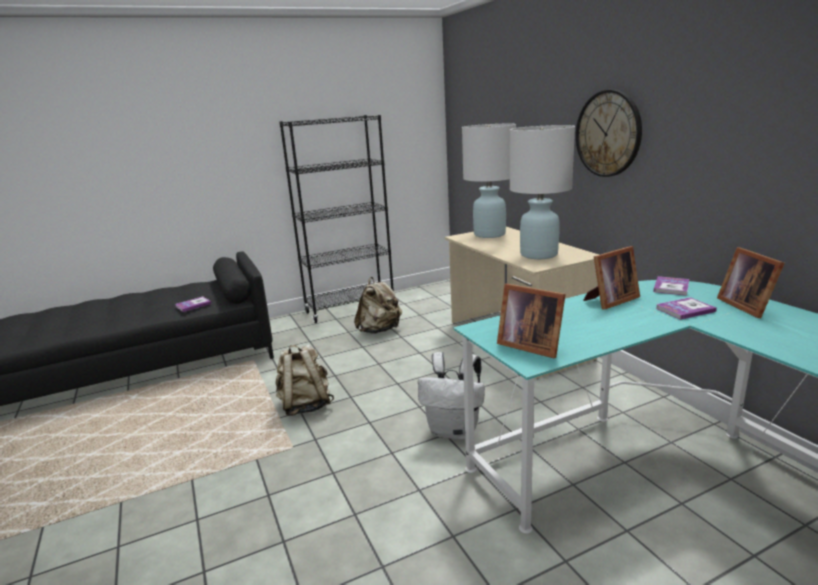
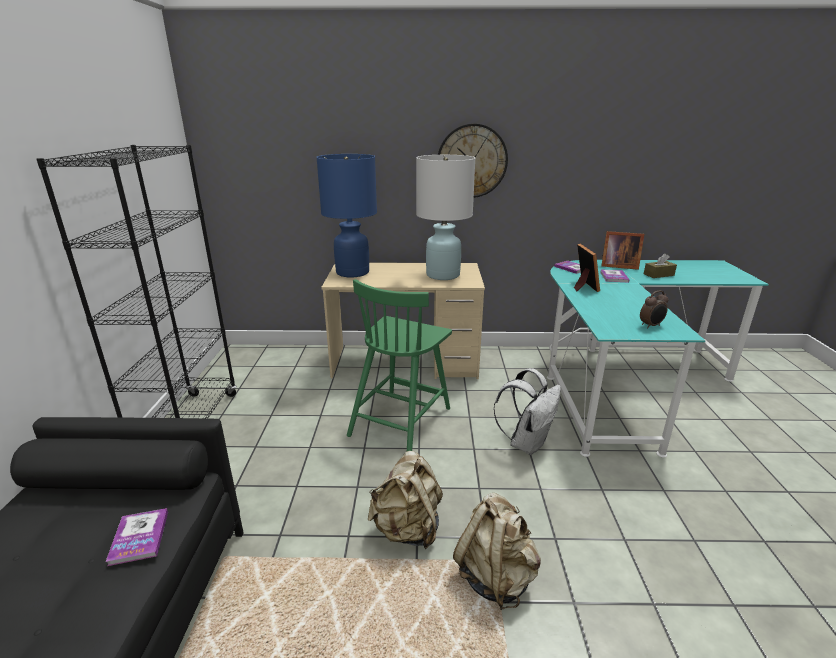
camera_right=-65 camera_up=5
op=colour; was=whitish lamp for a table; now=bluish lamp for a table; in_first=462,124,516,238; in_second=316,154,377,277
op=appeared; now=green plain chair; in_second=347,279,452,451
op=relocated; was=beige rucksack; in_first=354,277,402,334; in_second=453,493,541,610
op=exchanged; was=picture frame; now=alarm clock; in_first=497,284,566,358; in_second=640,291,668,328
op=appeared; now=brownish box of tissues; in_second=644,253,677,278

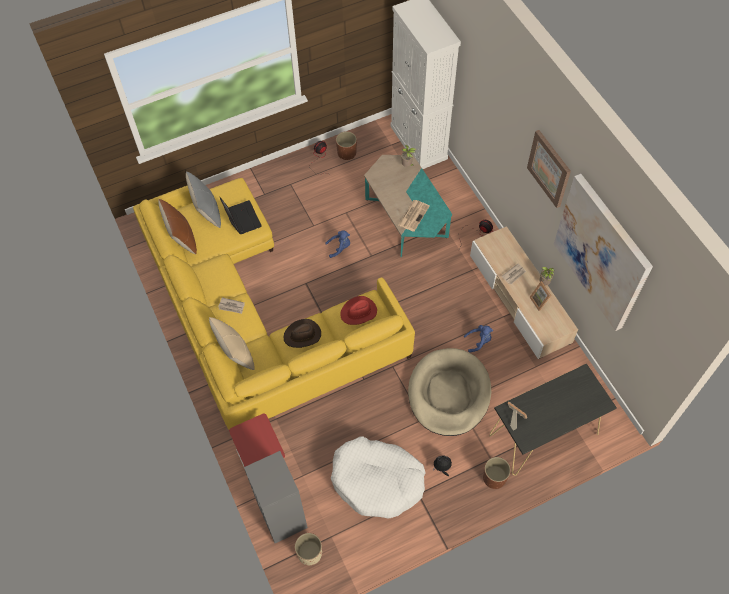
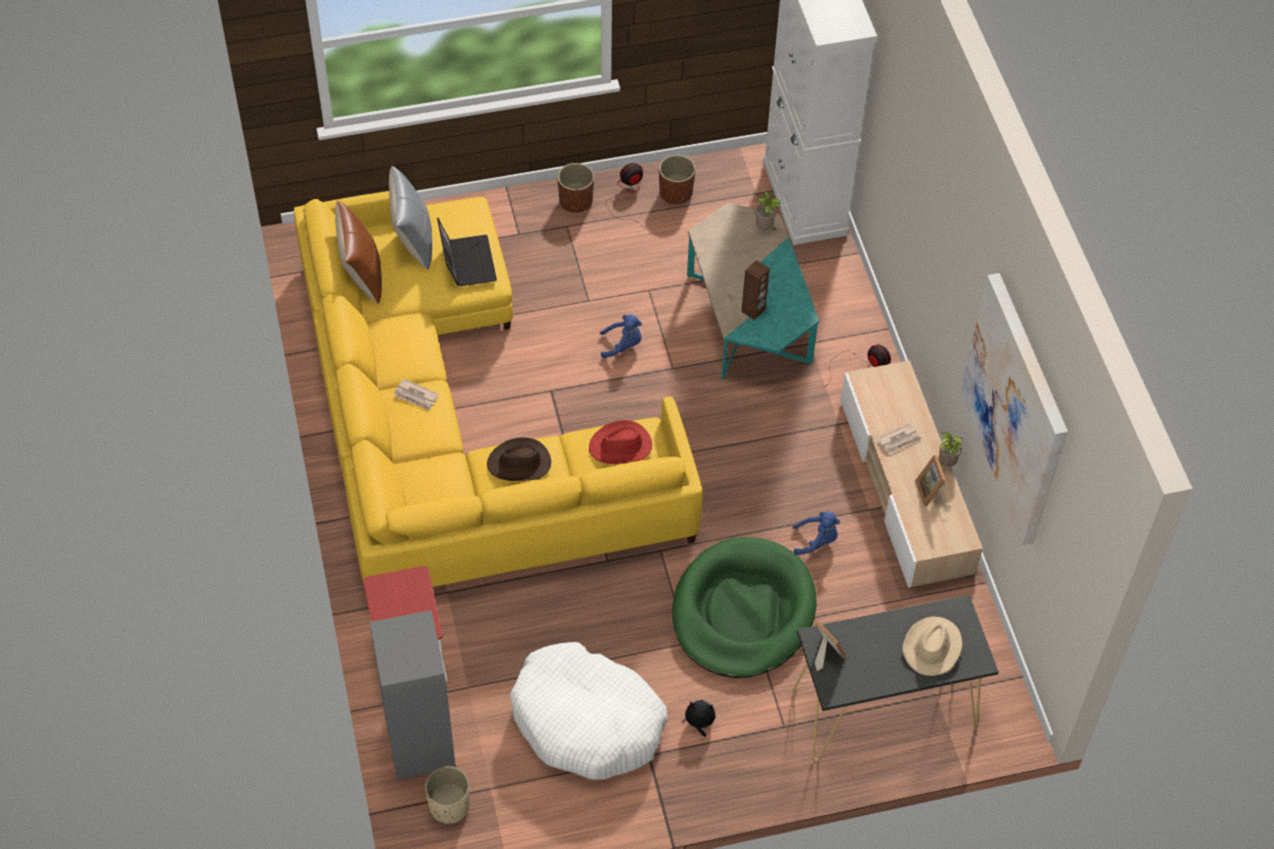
camera_right=10 camera_up=-5
op=relocated; was=brownish flower pot; in_first=483,457,511,489; in_second=557,163,594,213
op=colour; was=beige dog bed; now=green dog bed; in_first=408,348,491,436; in_second=672,537,817,678
op=exchanged; was=newspaper; now=brownish loudspeaker; in_first=398,200,430,232; in_second=741,260,770,320
op=appeared; now=beige clothing hat; in_second=902,616,963,676
op=missing; was=beige cushion; in_first=209,317,254,370
op=missing; was=wall art; in_first=527,130,571,208

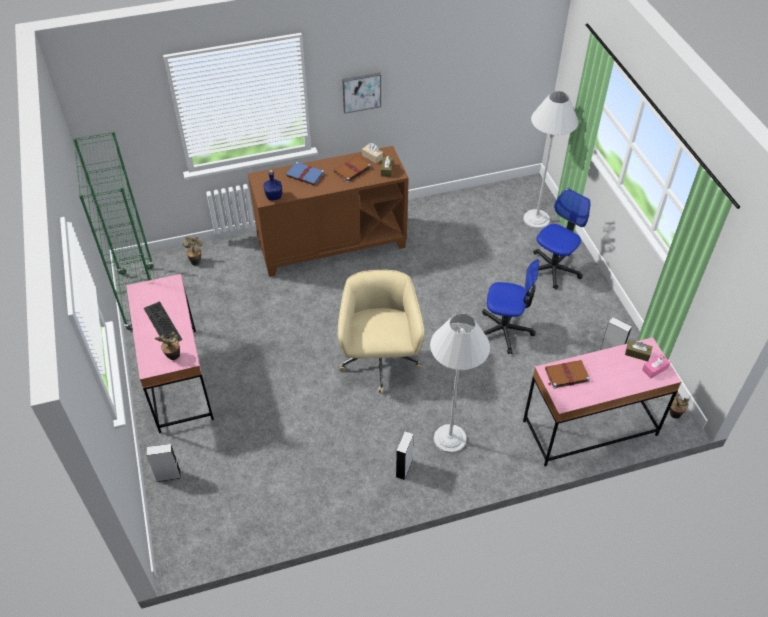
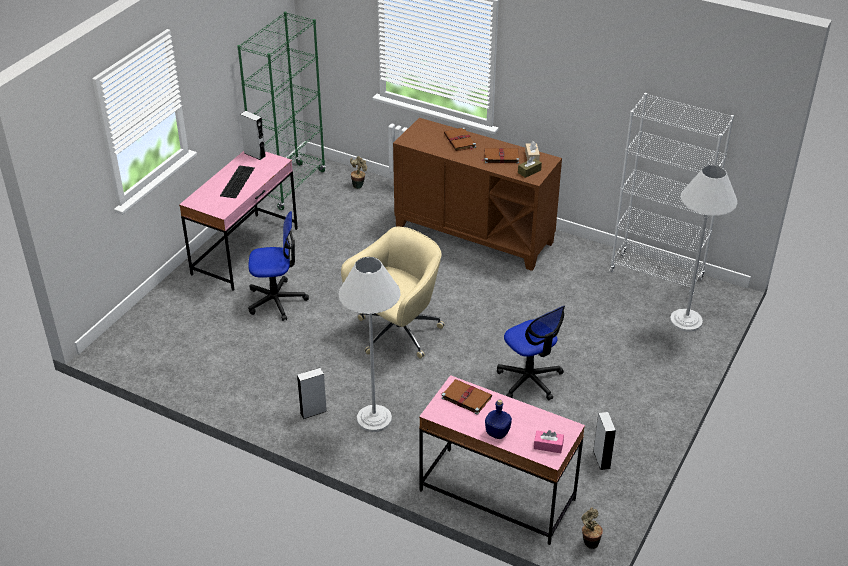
camera_right=45 camera_up=-10
op=relocated; was=greyish loudspeaker; in_first=146,444,181,482; in_second=240,111,266,160
op=relocated; was=desk chair; in_first=533,188,591,289; in_second=248,211,309,321
op=colour; was=bluish volume; now=brownish volume; in_first=286,162,325,185; in_second=444,127,476,151
op=relocated; was=bluish beverage bottle; in_first=263,170,282,201; in_second=485,399,512,439
op=appeared; now=whitish bookshelf; in_second=609,93,734,295
op=missing; was=potted plant; in_first=155,332,180,360
op=missing; was=wall art; in_first=342,73,381,114
op=missing; was=brownish box of tissues; in_first=625,340,653,361

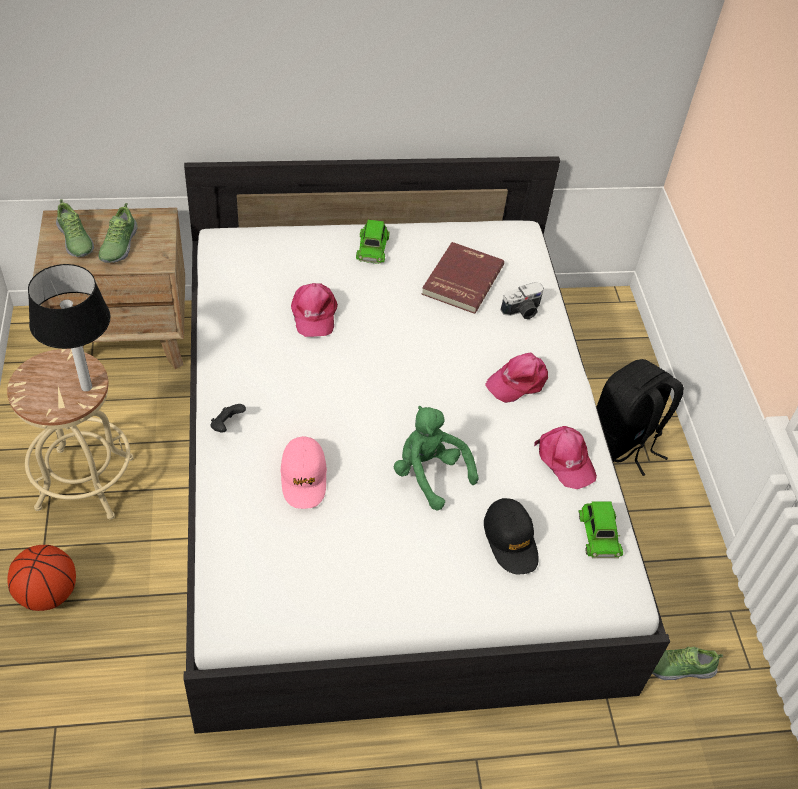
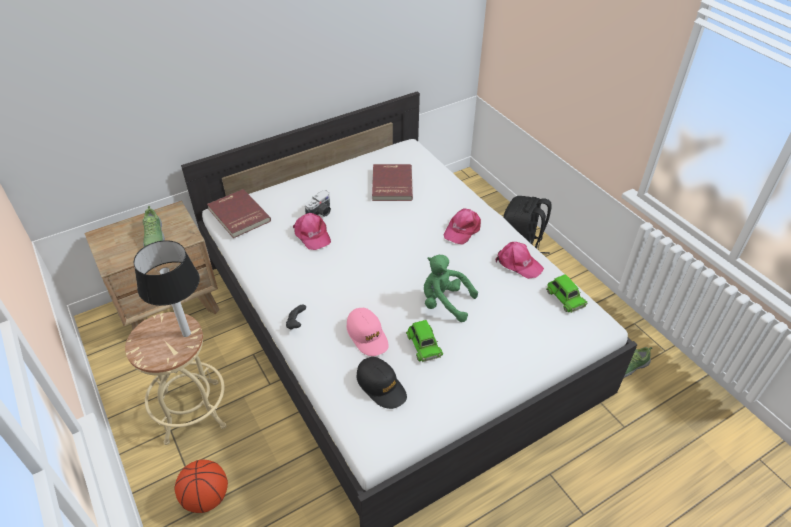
camera_right=-20 camera_up=-5
op=appeared; now=red-coloured volume; in_second=207,189,271,238
op=relocated; was=still camera; in_first=501,282,544,319; in_second=305,190,331,217
op=relocated; was=blackish baseball cap; in_first=484,498,539,574; in_second=357,357,407,409
op=relocated; was=green miniature car; in_first=356,220,389,264; in_second=406,320,443,362
op=missing; was=low shoe; in_first=56,199,94,257

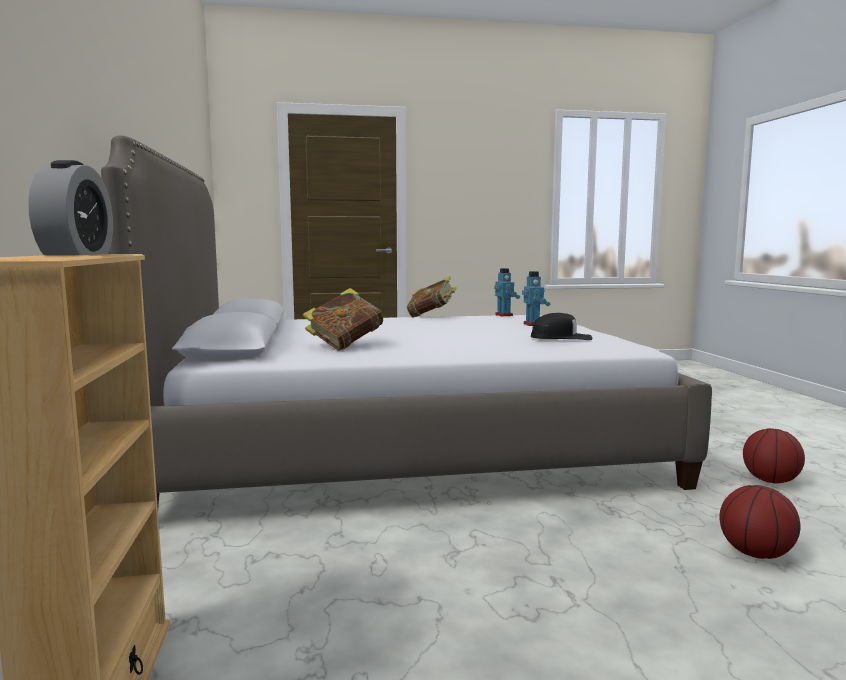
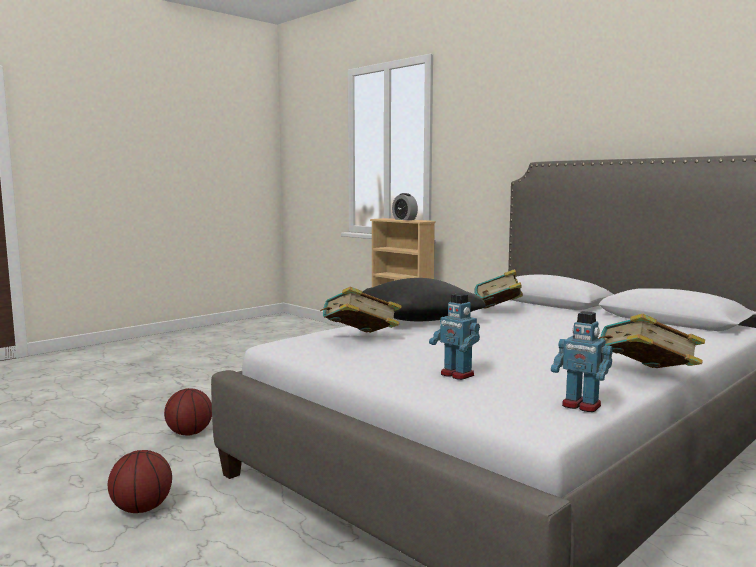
camera_right=145 camera_up=0
op=exchanged; was=blackish baseball cap; now=volume; in_first=531,313,592,340; in_second=320,287,402,333
op=appeared; now=blackish cushion; in_second=362,278,485,321

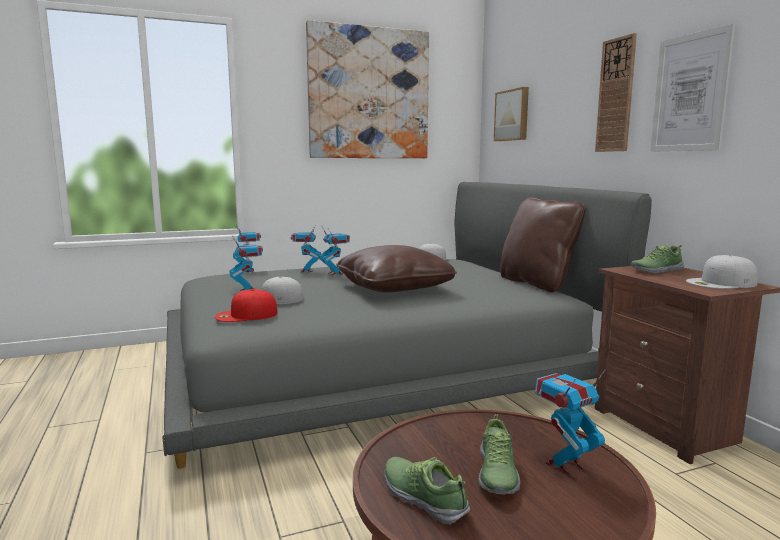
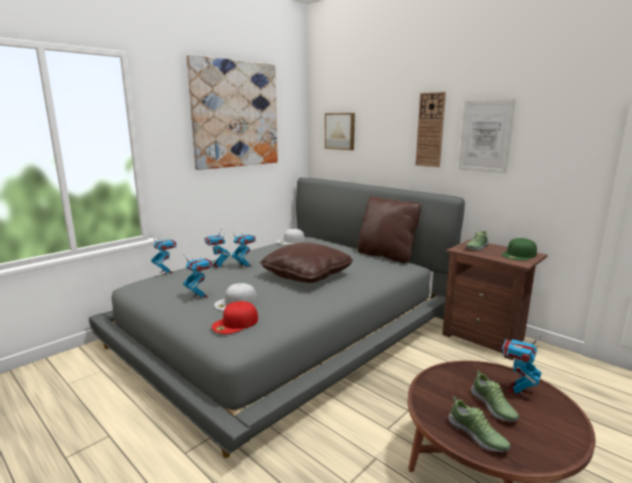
camera_right=-25 camera_up=5
op=spun; was=low shoe; in_first=384,457,470,525; in_second=449,397,510,452; clockwise=-150
op=colour; was=whitish baseball cap; now=green baseball cap; in_first=686,255,758,289; in_second=501,238,537,261

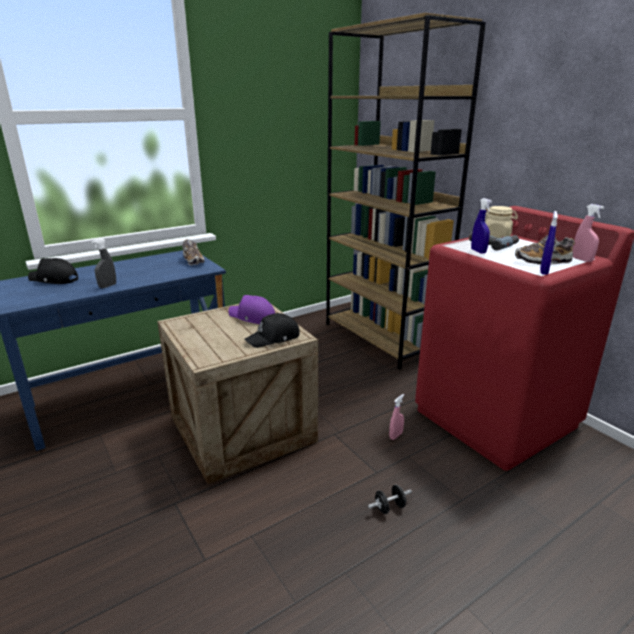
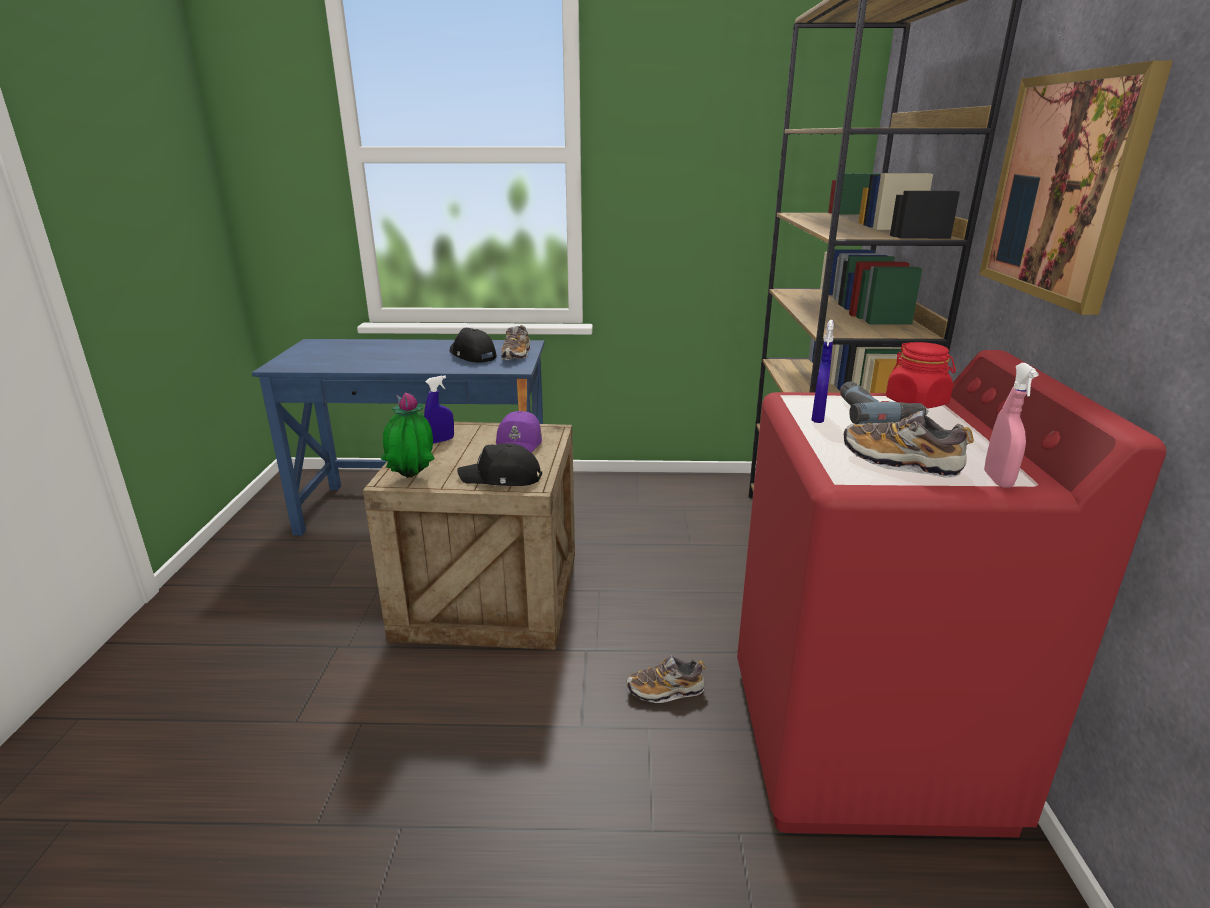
camera_right=35 camera_up=0
op=appeared; now=potted plant; in_second=381,392,435,478
op=relocated; was=bluish hand sprayer; in_first=540,211,558,275; in_second=424,376,454,444
op=relocated; was=blackish baseball cap; in_first=28,258,78,284; in_second=450,328,497,363
op=spun; was=purple baseball cap; in_first=228,295,275,324; in_second=496,411,542,453; clockwise=-150
op=exchanged; was=pink hand sprayer; now=low shoe; in_first=389,394,404,440; in_second=626,655,706,703
op=colour; was=beige preserve jar; now=red-coloured preserve jar; in_first=485,206,518,238; in_second=886,342,956,409
op=appeared; now=wall art; in_second=979,60,1173,315
op=missing; was=greyish hand sprayer; in_first=91,238,116,289
op=missing; was=blackish dumbbell; in_first=368,485,412,514

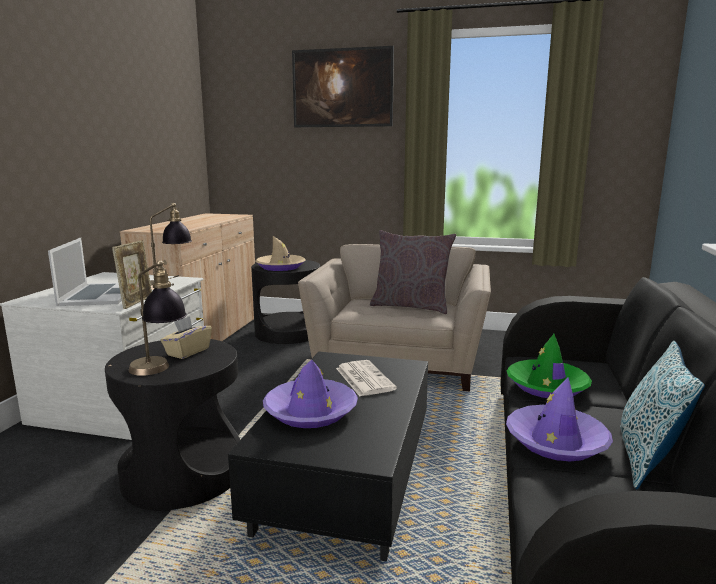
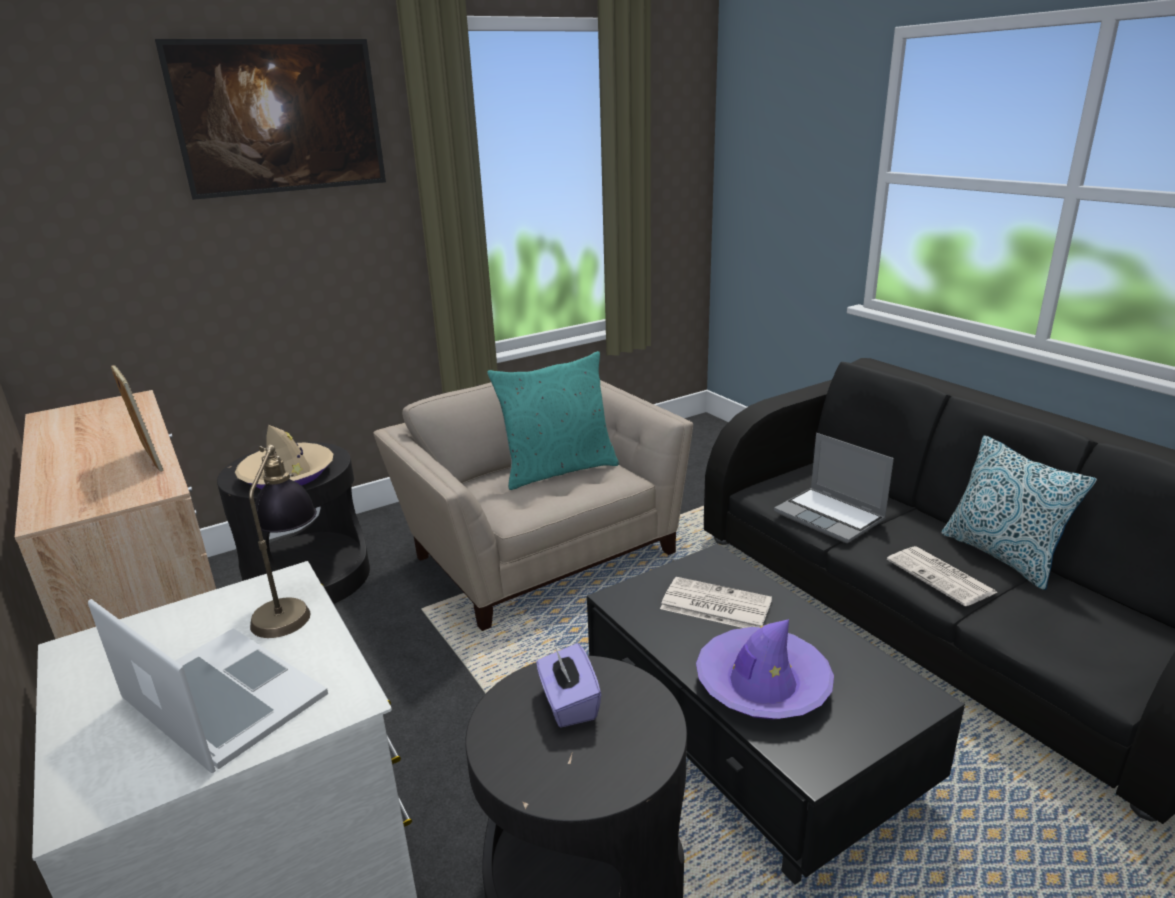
camera_right=-45 camera_up=10
op=relocated; was=picture frame; in_first=112,240,152,309; in_second=111,365,164,472
op=colour; was=greyish cushion; now=turquoise-coloured cushion; in_first=370,230,456,314; in_second=487,351,619,490
op=colour; was=beige box of tissues; now=purple box of tissues; in_first=160,316,212,359; in_second=536,643,601,728
op=exchanged; was=green clothing hat; now=portable computer; in_first=507,334,592,398; in_second=774,433,894,543
op=exchanged; was=purple clothing hat; now=newspaper; in_first=506,377,613,462; in_second=887,546,998,606
op=missing; was=lamp for a table; in_first=128,260,187,376

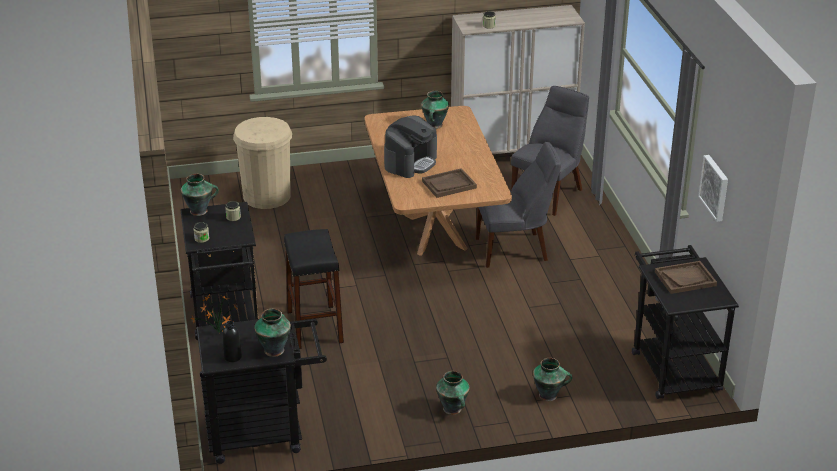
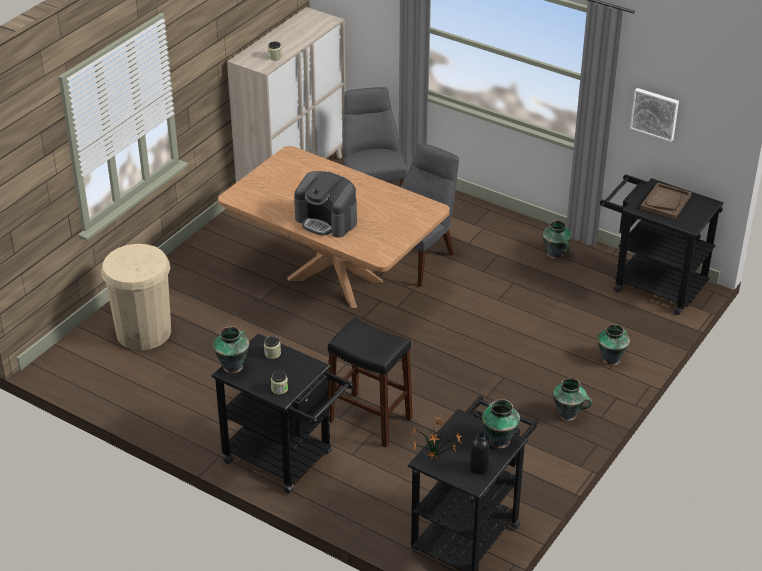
camera_right=-45 camera_up=5
op=spun; was=coffee maker; in_first=384,116,437,178; in_second=294,171,357,238; clockwise=135
op=relocated; was=decorative vase; in_first=421,91,449,129; in_second=542,220,572,259
op=missing; was=brownish carrying tray; in_first=422,168,477,198

